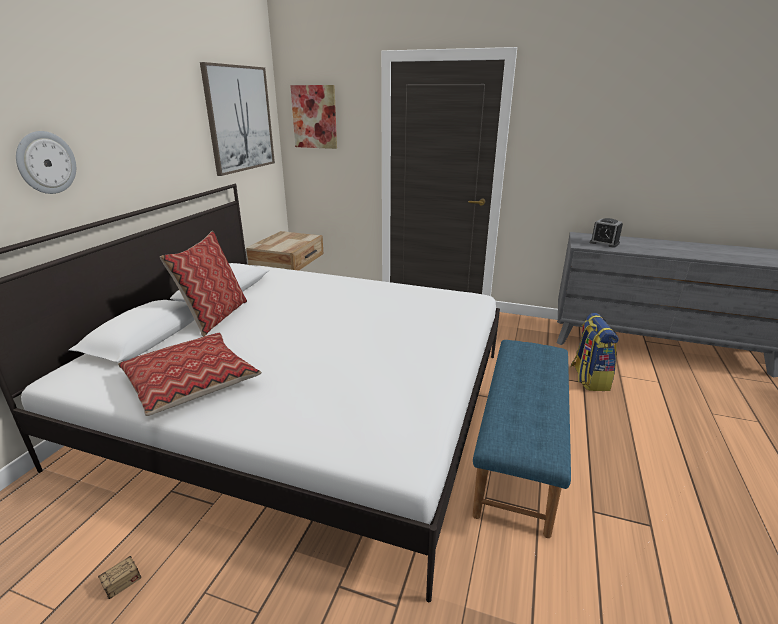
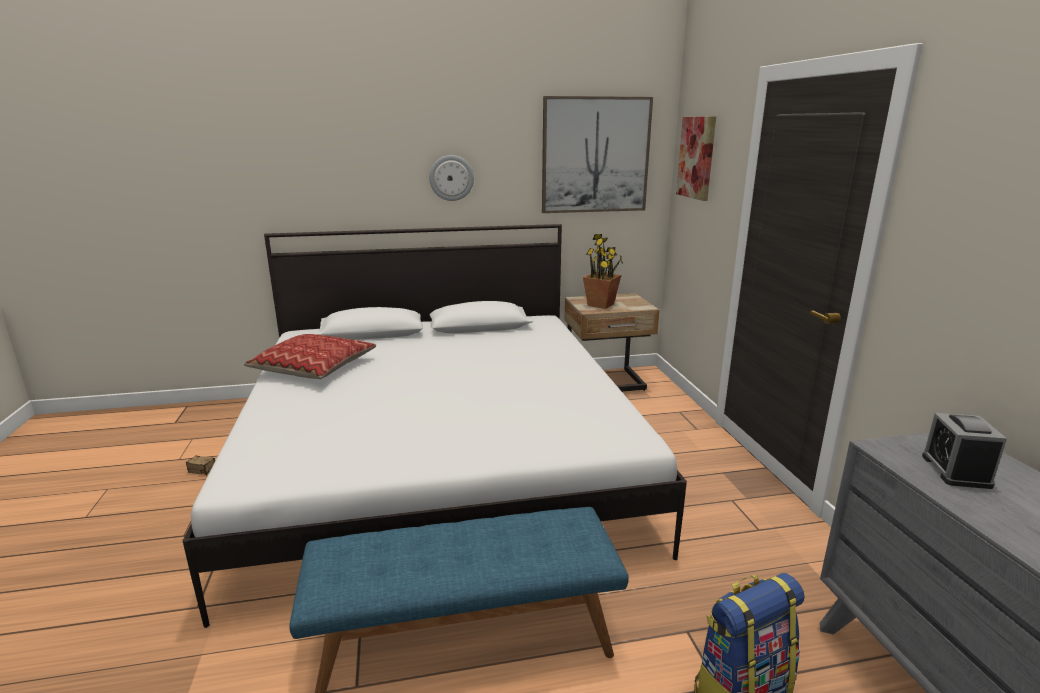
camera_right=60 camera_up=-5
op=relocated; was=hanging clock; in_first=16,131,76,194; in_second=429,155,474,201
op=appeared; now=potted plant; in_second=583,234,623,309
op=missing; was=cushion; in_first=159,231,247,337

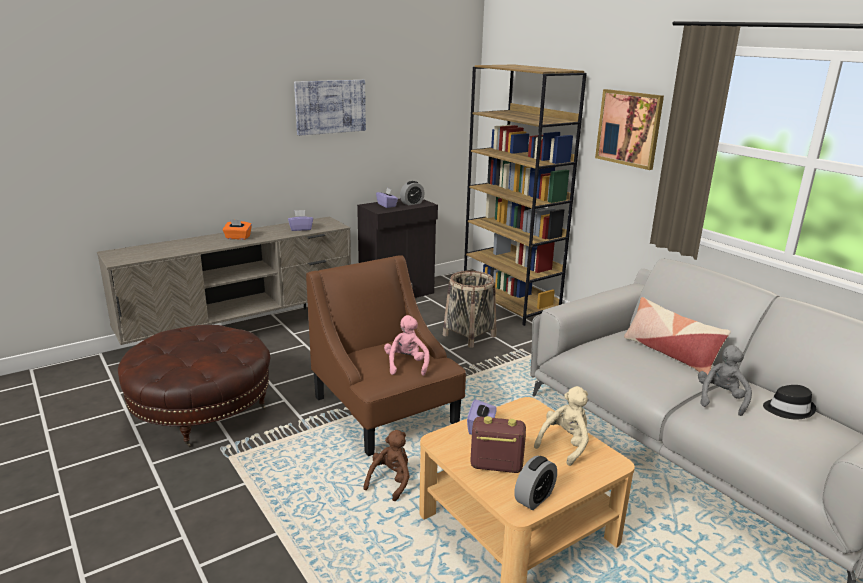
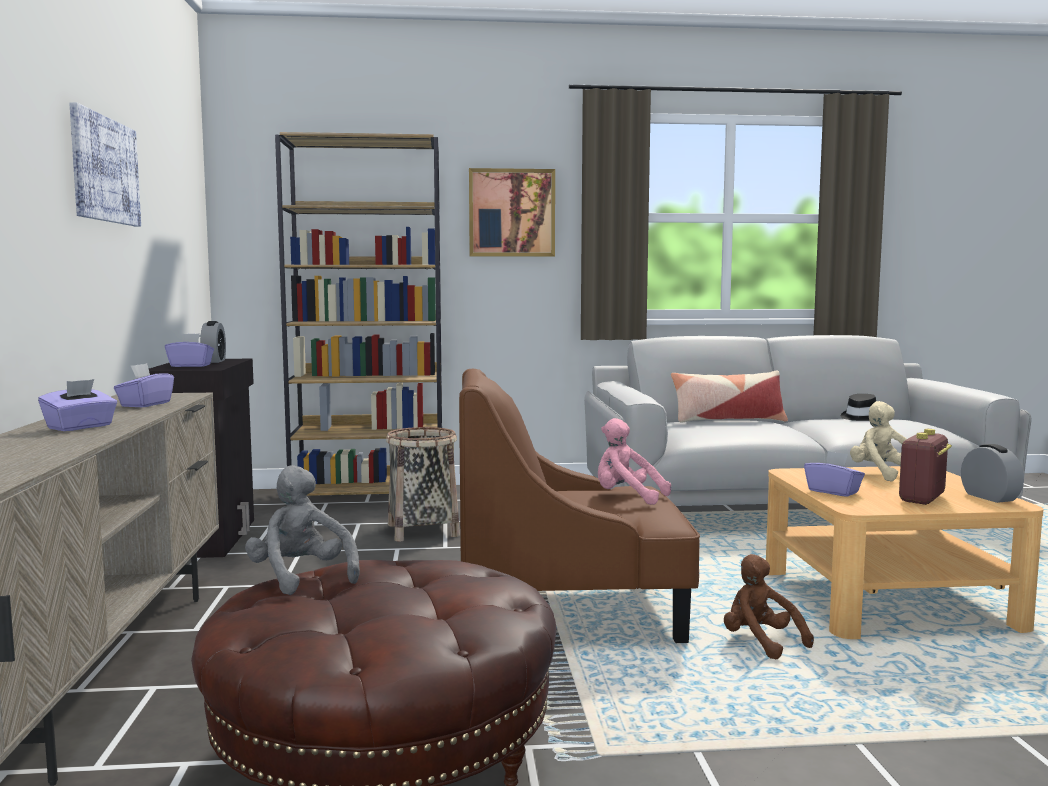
camera_right=-60 camera_up=-15
op=colour; was=orangey box of tissues; now=purple box of tissues; in_first=222,219,252,240; in_second=38,379,117,431
op=relocated; was=greyish soft toy; in_first=698,345,752,416; in_second=245,465,360,595

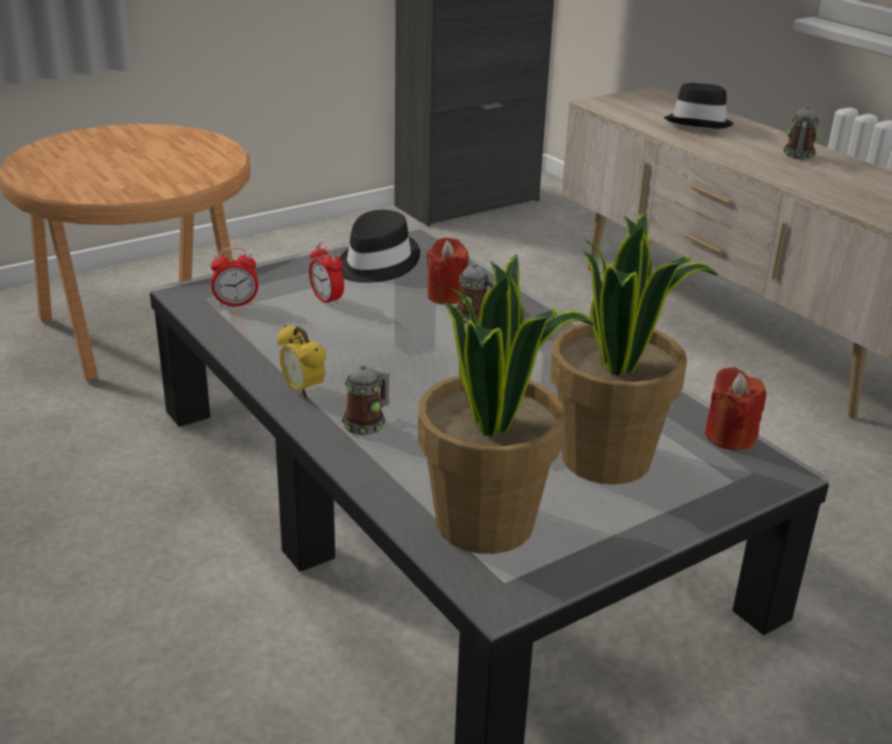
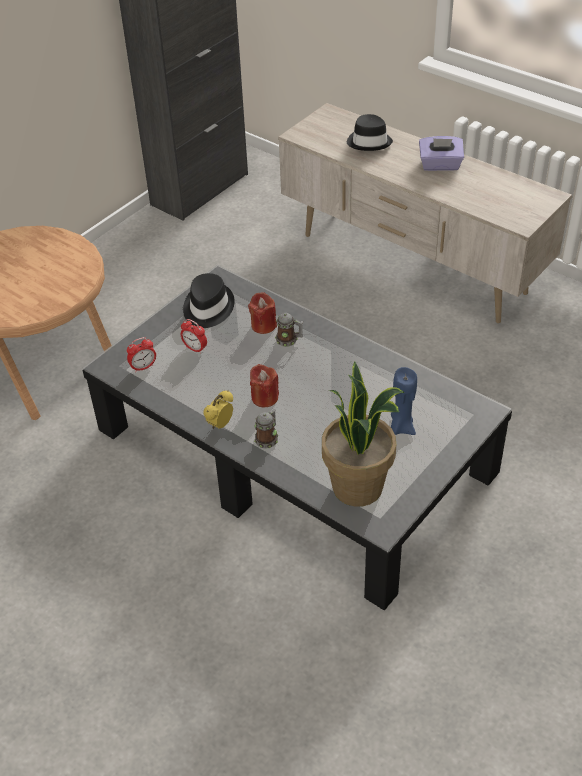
camera_right=-15 camera_up=15
op=spun; was=alarm clock; in_first=277,325,326,398; in_second=203,390,233,429; clockwise=90
op=relocated; was=red-coloured wax candle; in_first=705,367,766,450; in_second=250,364,279,407
op=exchanged; was=potted plant; now=bluish wax candle; in_first=550,212,718,485; in_second=391,367,417,435
op=exchanged; was=tea mug; now=purple box of tissues; in_first=783,106,819,159; in_second=419,136,464,171

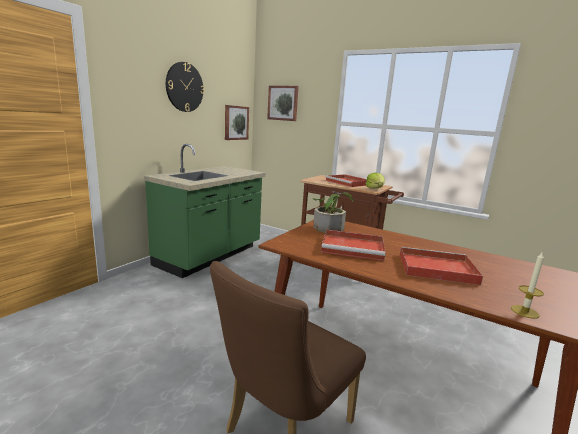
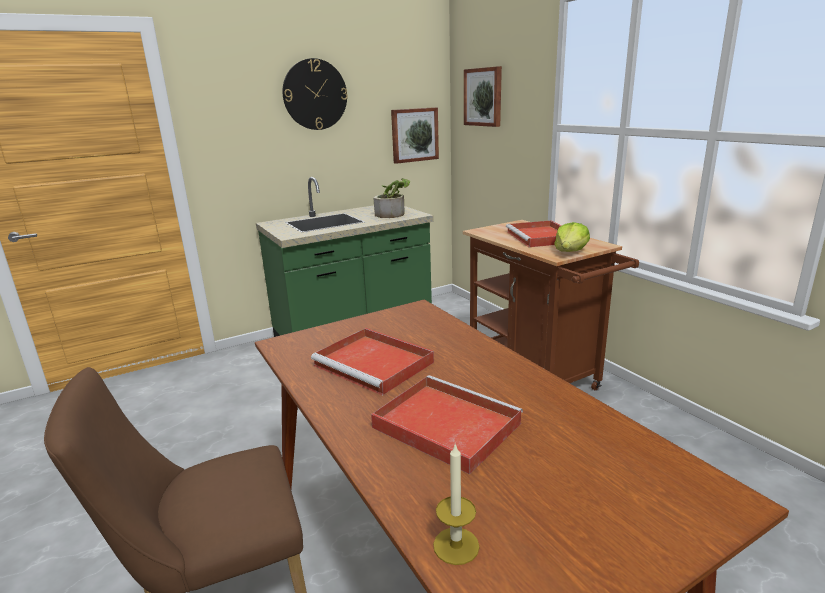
camera_right=30 camera_up=5
op=relocated; was=potted plant; in_first=313,192,353,233; in_second=373,178,410,218

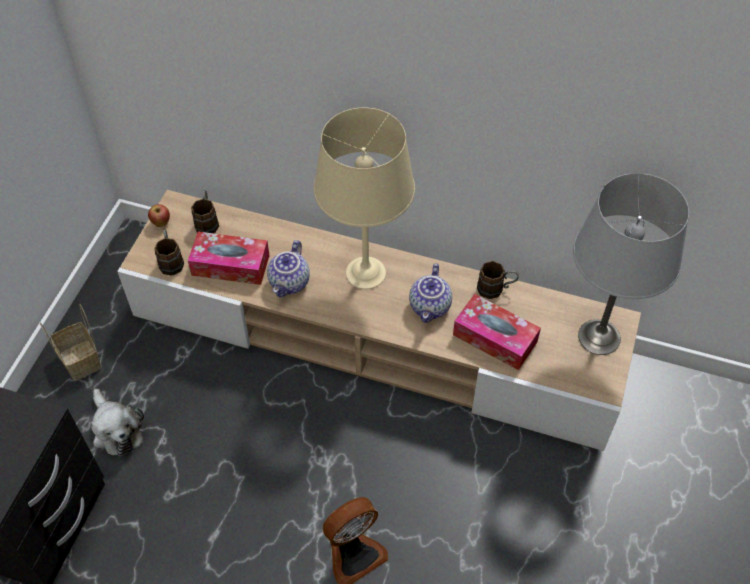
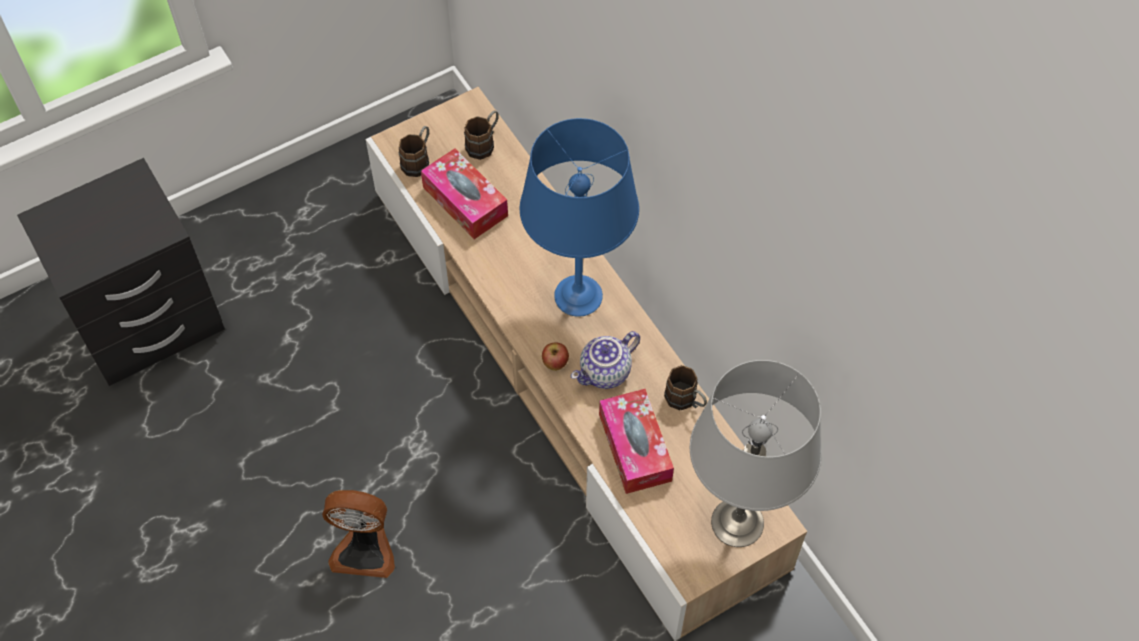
camera_right=40 camera_up=5
op=colour; was=beige lamp for a table; now=bluish lamp for a table; in_first=314,107,415,289; in_second=520,118,639,317
op=relocated; was=apple fruit; in_first=148,204,170,227; in_second=542,342,569,371
op=missing; was=household basket; in_first=40,304,102,381
op=missing; was=soft toy; in_first=91,389,144,457
op=missing; was=tea pot; in_first=267,240,310,297

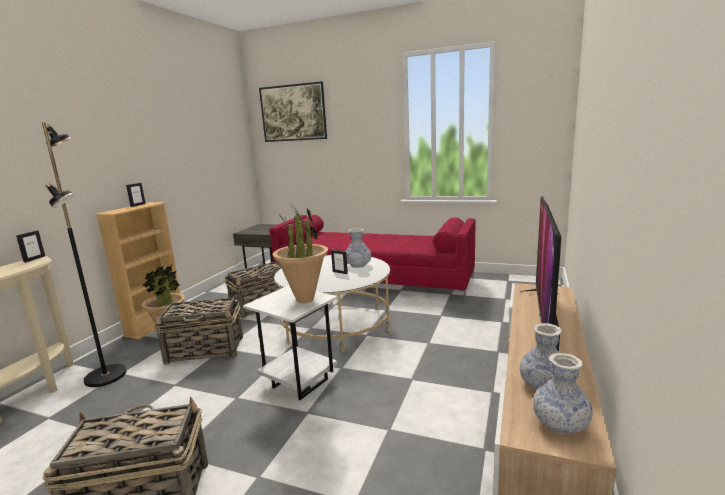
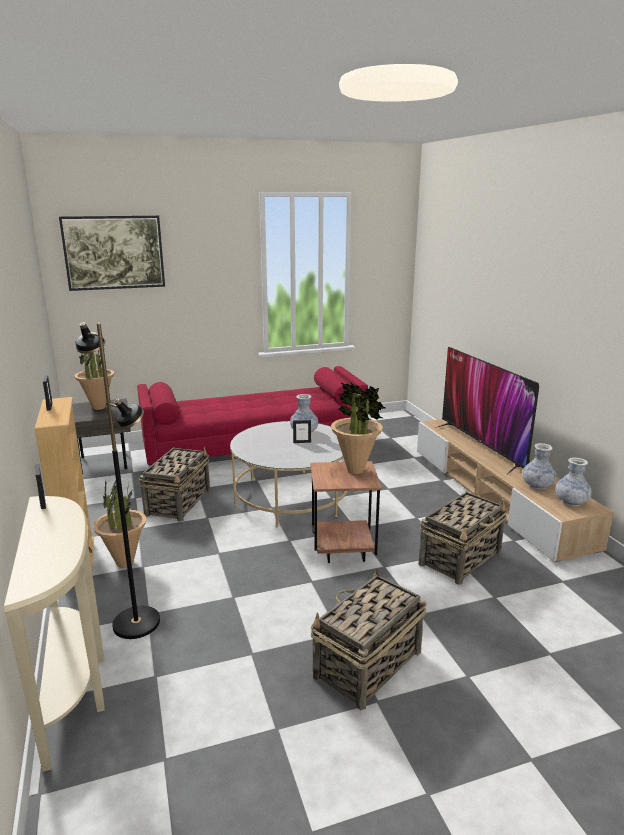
camera_right=-40 camera_up=5
op=appeared; now=potted plant; in_second=74,349,114,410
op=colour; was=whitish side table; now=brownish side table; in_first=243,285,337,400; in_second=310,461,382,563
op=relocated; was=household basket; in_first=154,298,243,364; in_second=419,492,507,585

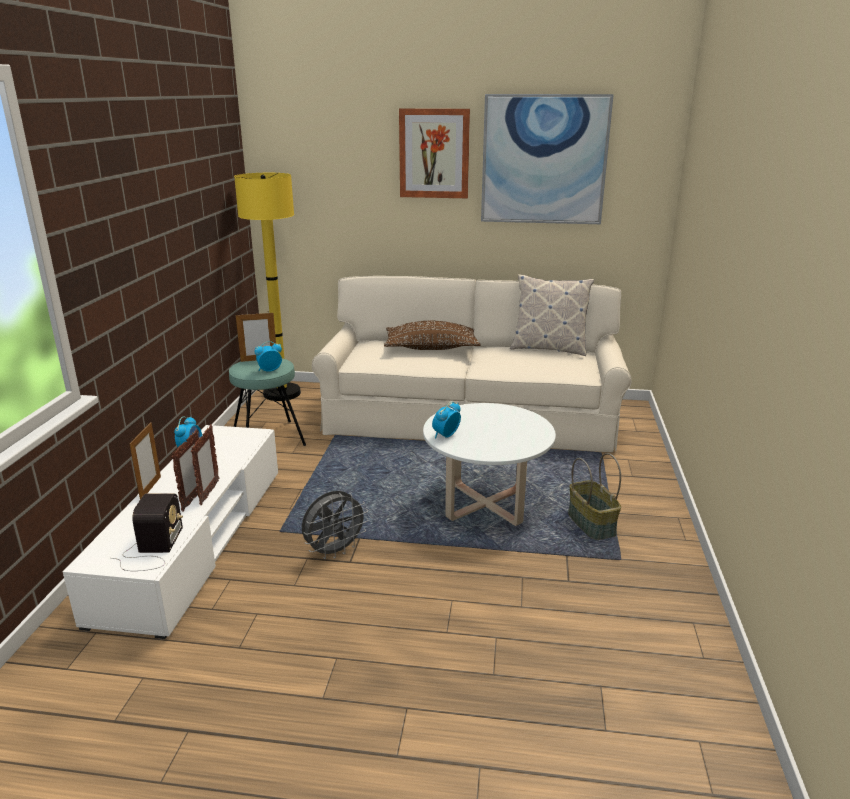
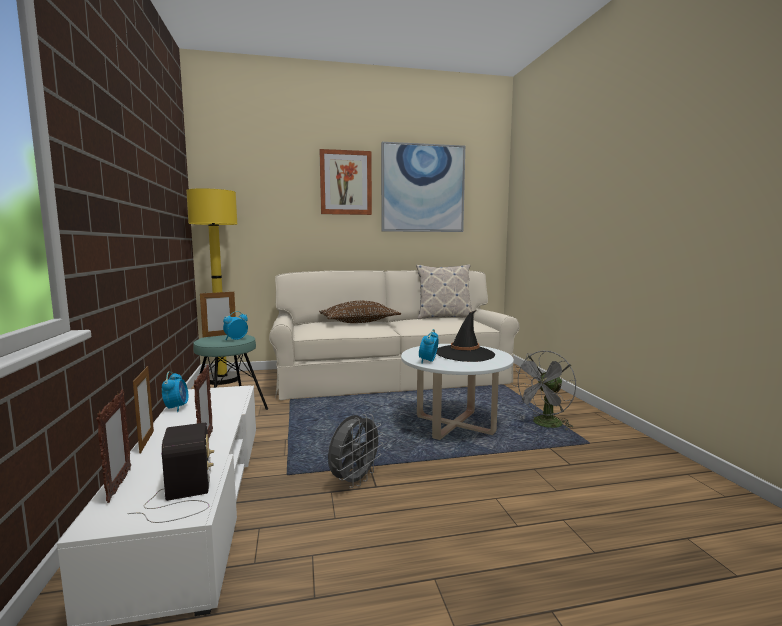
camera_right=-20 camera_up=-15
op=relocated; was=picture frame; in_first=191,424,219,505; in_second=96,390,131,503
op=appeared; now=blackish clothing hat; in_second=436,310,495,362
op=exchanged; was=household basket; now=greyish fan; in_first=568,453,621,540; in_second=512,351,576,430

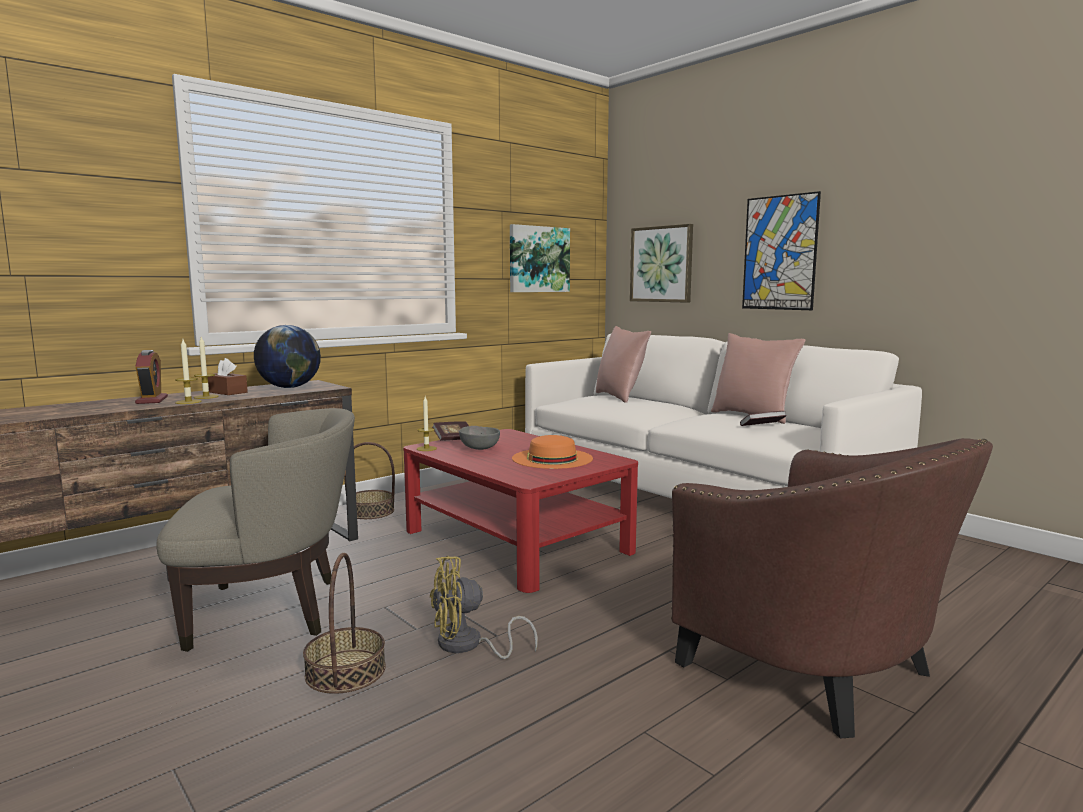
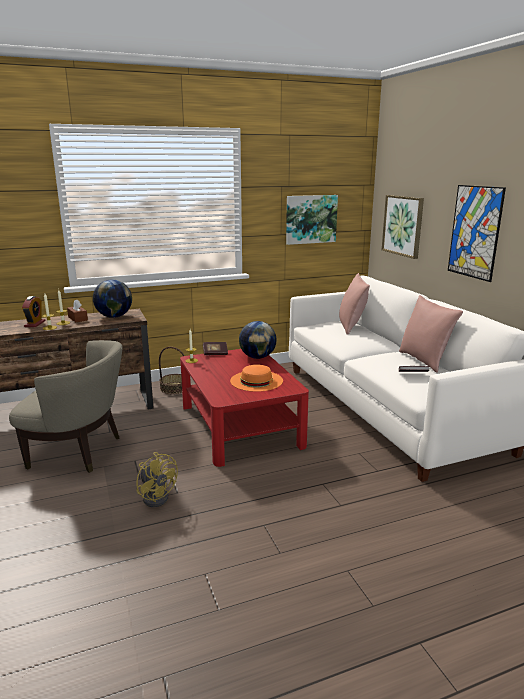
camera_right=20 camera_up=10
op=spun; was=yellow fan; in_first=430,556,538,659; in_second=136,452,178,507; clockwise=-135
op=appeared; now=globe; in_second=239,321,277,359
op=missing; was=household basket; in_first=303,553,386,694
op=missing; was=greyish bowl; in_first=459,426,500,450
op=missing; was=brownish armchair; in_first=671,438,993,739

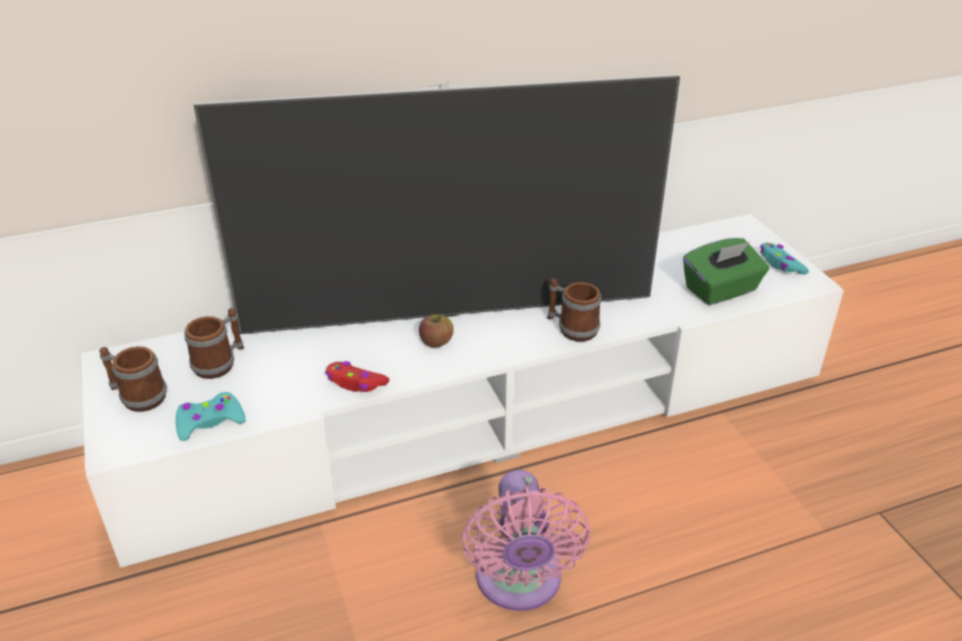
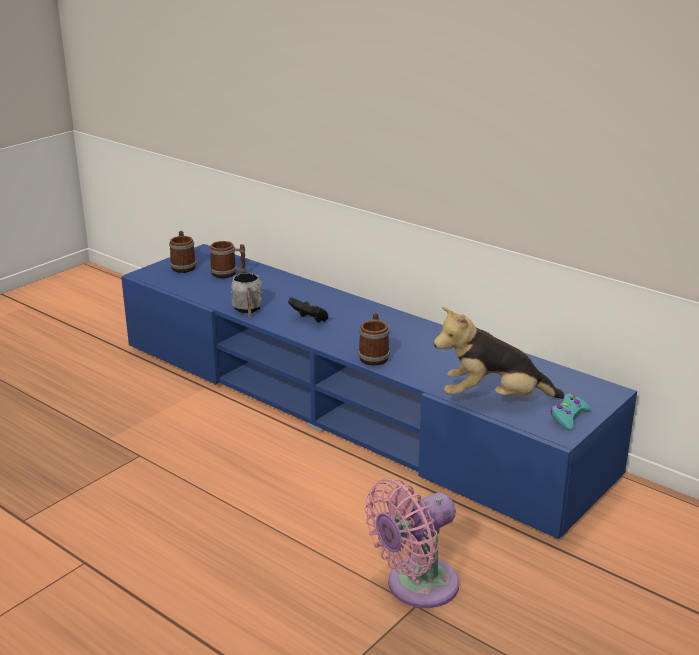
camera_right=60 camera_up=-10
op=colour; was=whitish media console; now=bluish media console; in_first=81,214,844,568; in_second=121,244,637,541
op=exchanged; was=red-coloured game controller; now=greyish tea mug; in_first=325,361,390,392; in_second=231,273,263,317
op=exchanged; was=apple fruit; now=blackish game controller; in_first=419,314,454,348; in_second=288,297,328,323
op=relocated; was=pink fan; in_first=461,470,590,611; in_second=365,479,459,608
op=exchanged; was=green box of tissues; now=soft toy; in_first=683,238,769,305; in_second=434,307,565,399
op=missing; was=turquoise-coloured game controller; in_first=175,392,246,441
op=missing; was=TV set; in_first=194,74,680,334

